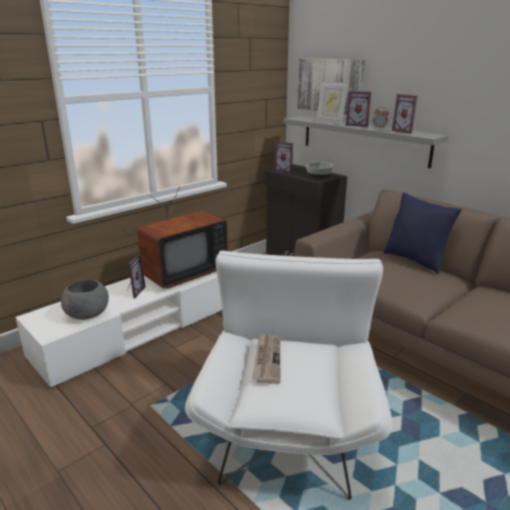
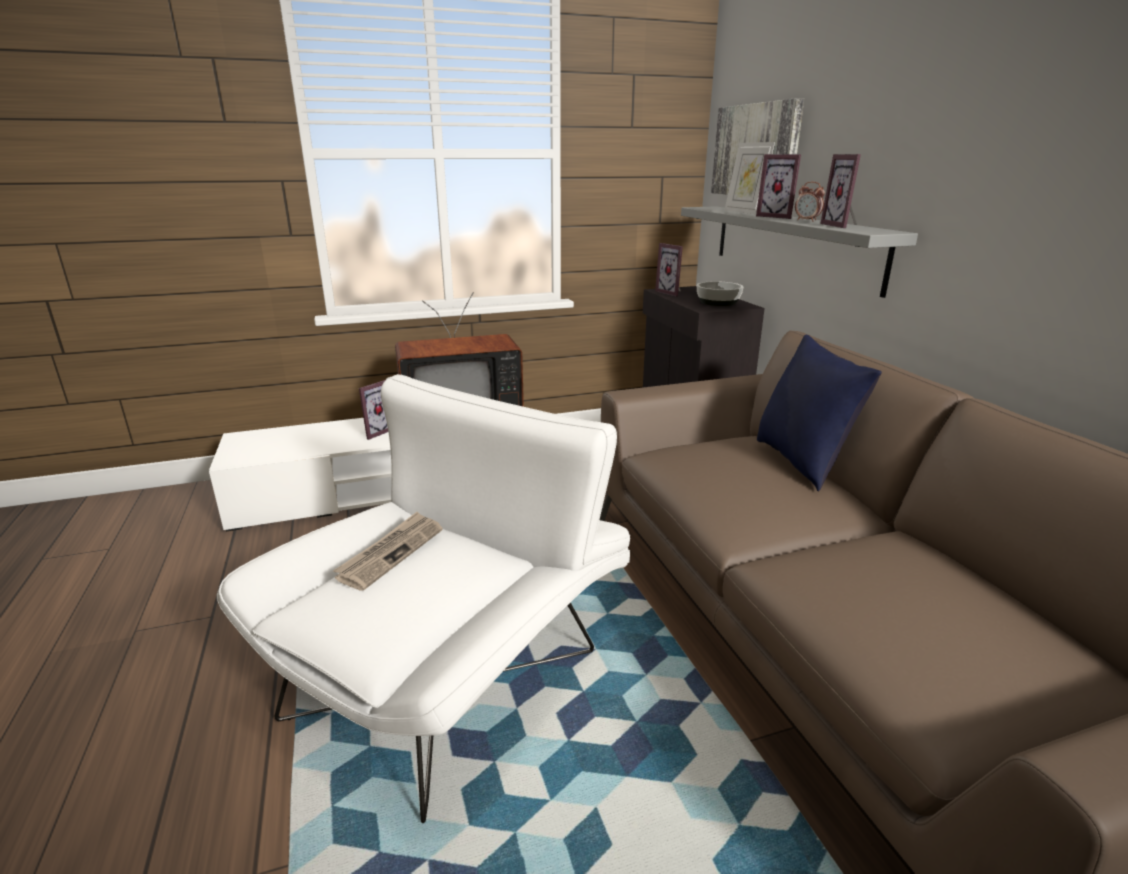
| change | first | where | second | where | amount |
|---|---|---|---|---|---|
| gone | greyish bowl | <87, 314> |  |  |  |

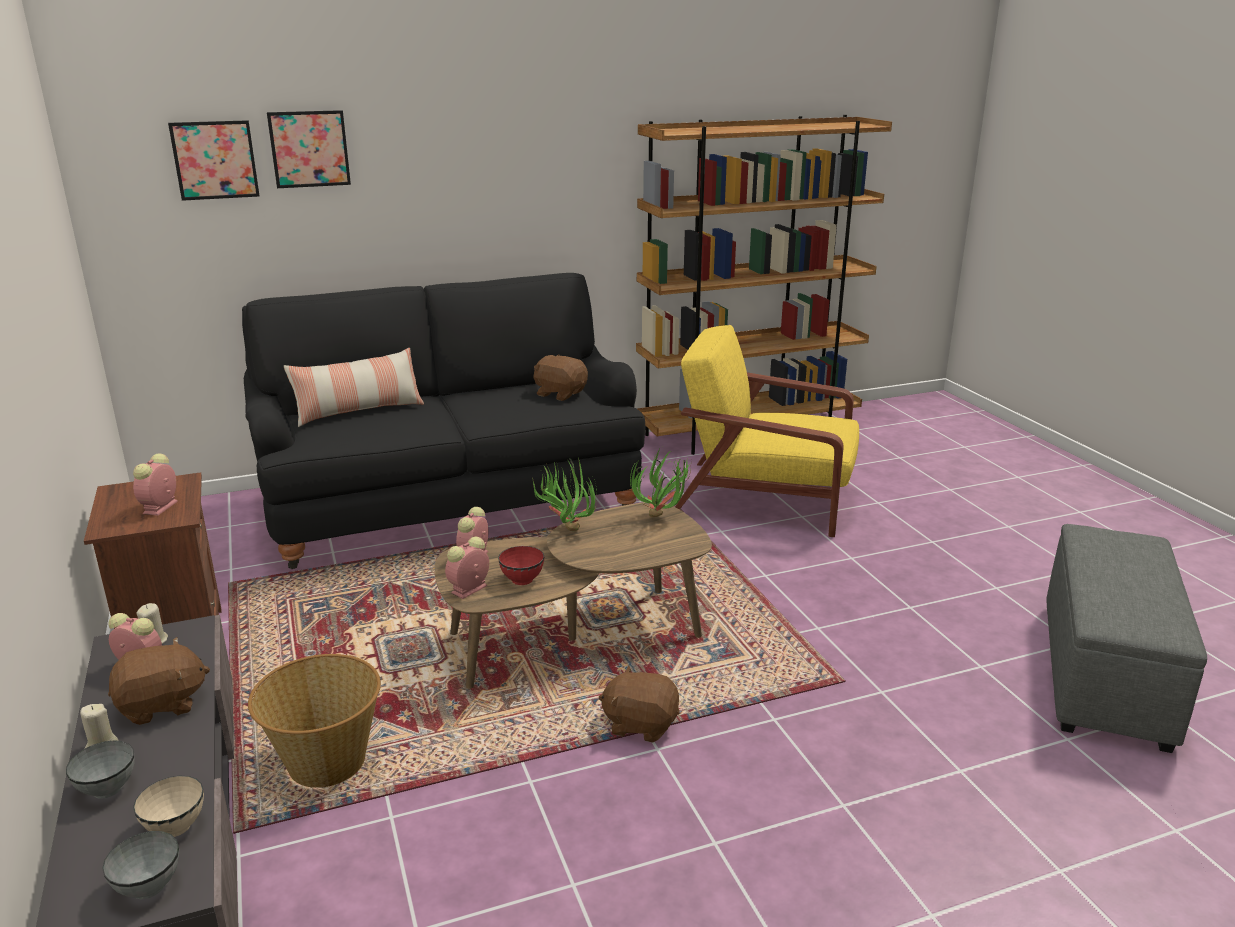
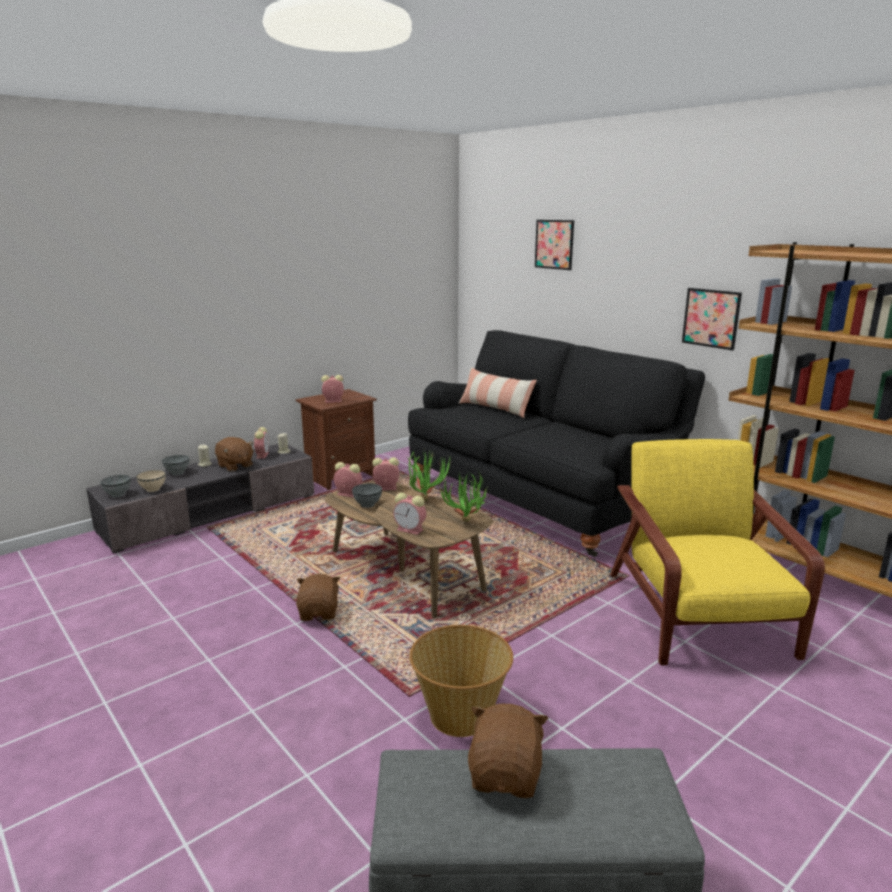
| change | first | where | second | where | amount |
|---|---|---|---|---|---|
| shifted | wall art | <215, 160> |  | <711, 318> |  |
| shifted | storage basket | <326, 762> |  | <460, 714> |  |
| repainted | reddish bowl | <522, 580> | greyish bowl | <367, 504> |  |
| shifted | brown plush toy | <560, 394> |  | <506, 775> |  |
| new |  |  | table clock | <411, 530> |  |

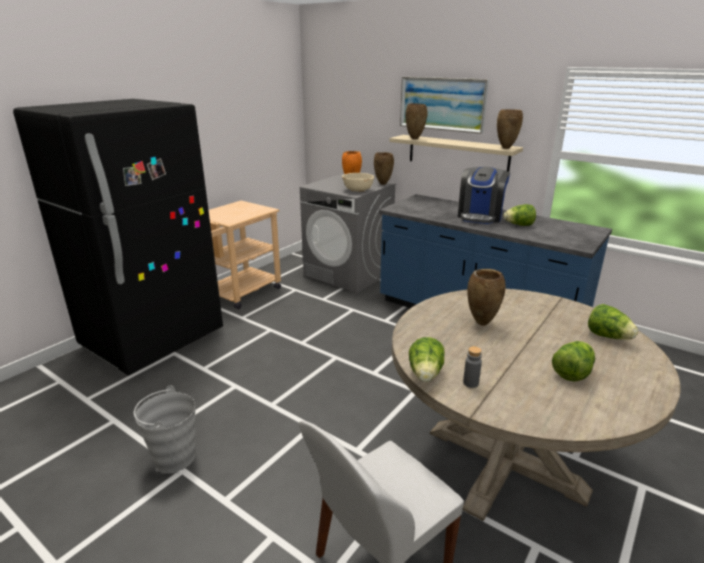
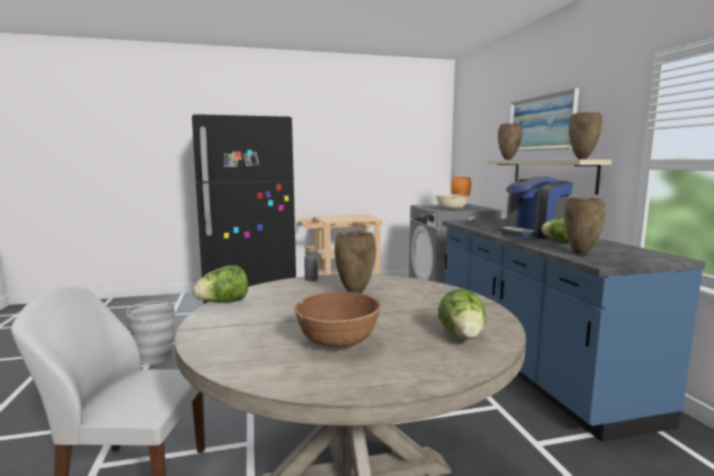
| change | first | where | second | where | amount |
|---|---|---|---|---|---|
| shifted | brown vase | <383, 184> |  | <581, 254> |  |
| shifted | greyish bottle | <470, 383> |  | <311, 279> |  |
| swapped | lettuce head | <572, 373> | brown bowl | <338, 341> |  |

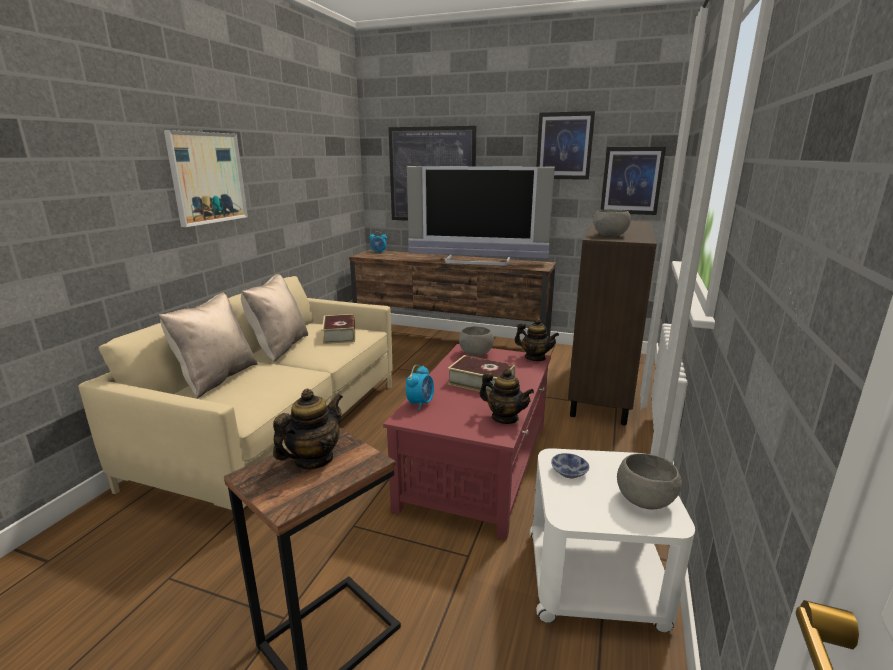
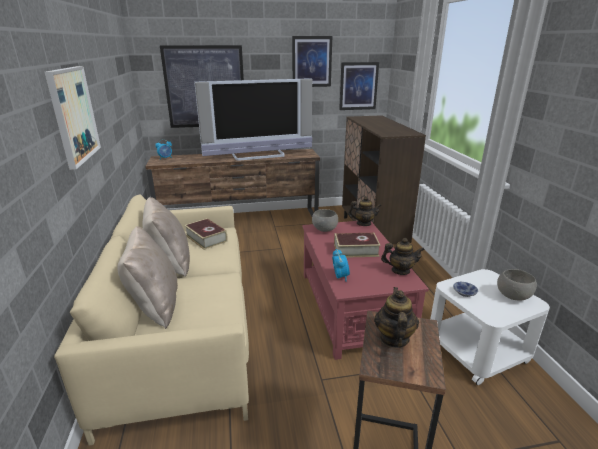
| change | first | where | second | where | amount |
|---|---|---|---|---|---|
| gone | greyish bowl | <610, 236> |  |  |  |

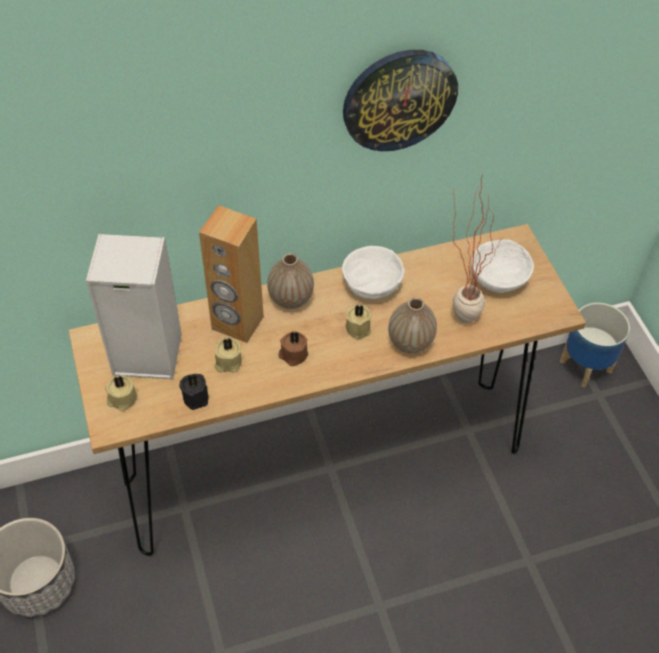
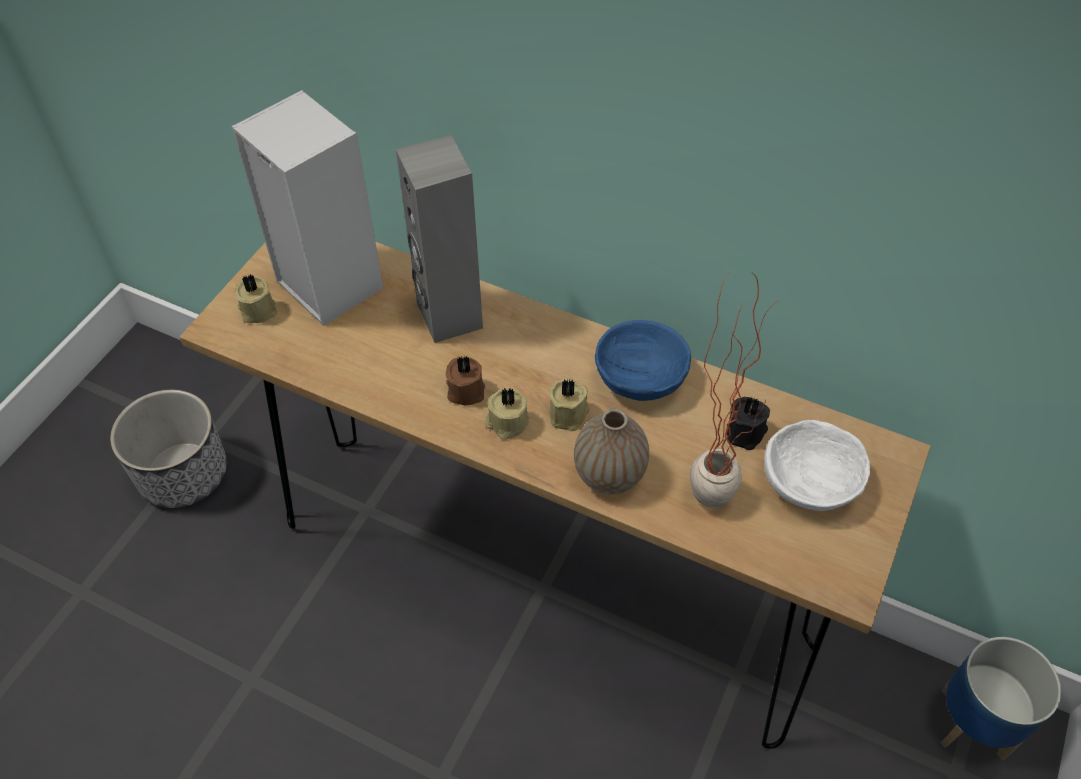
| change | first | where | second | where | amount |
|---|---|---|---|---|---|
| shifted | black-coloured wax candle | <196, 396> |  | <746, 433> |  |
| repainted | brown audio speaker | <237, 323> | greyish audio speaker | <448, 316> |  |
| shifted | sand-coloured wax candle | <228, 362> |  | <506, 423> |  |
| gone | vase | <290, 299> |  |  |  |
| repainted | white bowl | <372, 285> | blue-coloured bowl | <640, 379> |  |
| gone | hanging clock | <399, 99> |  |  |  |

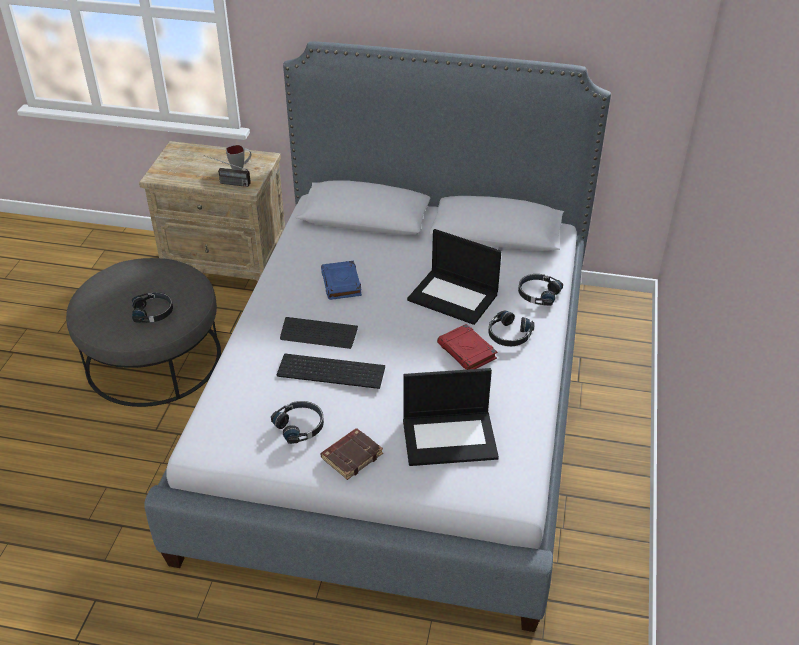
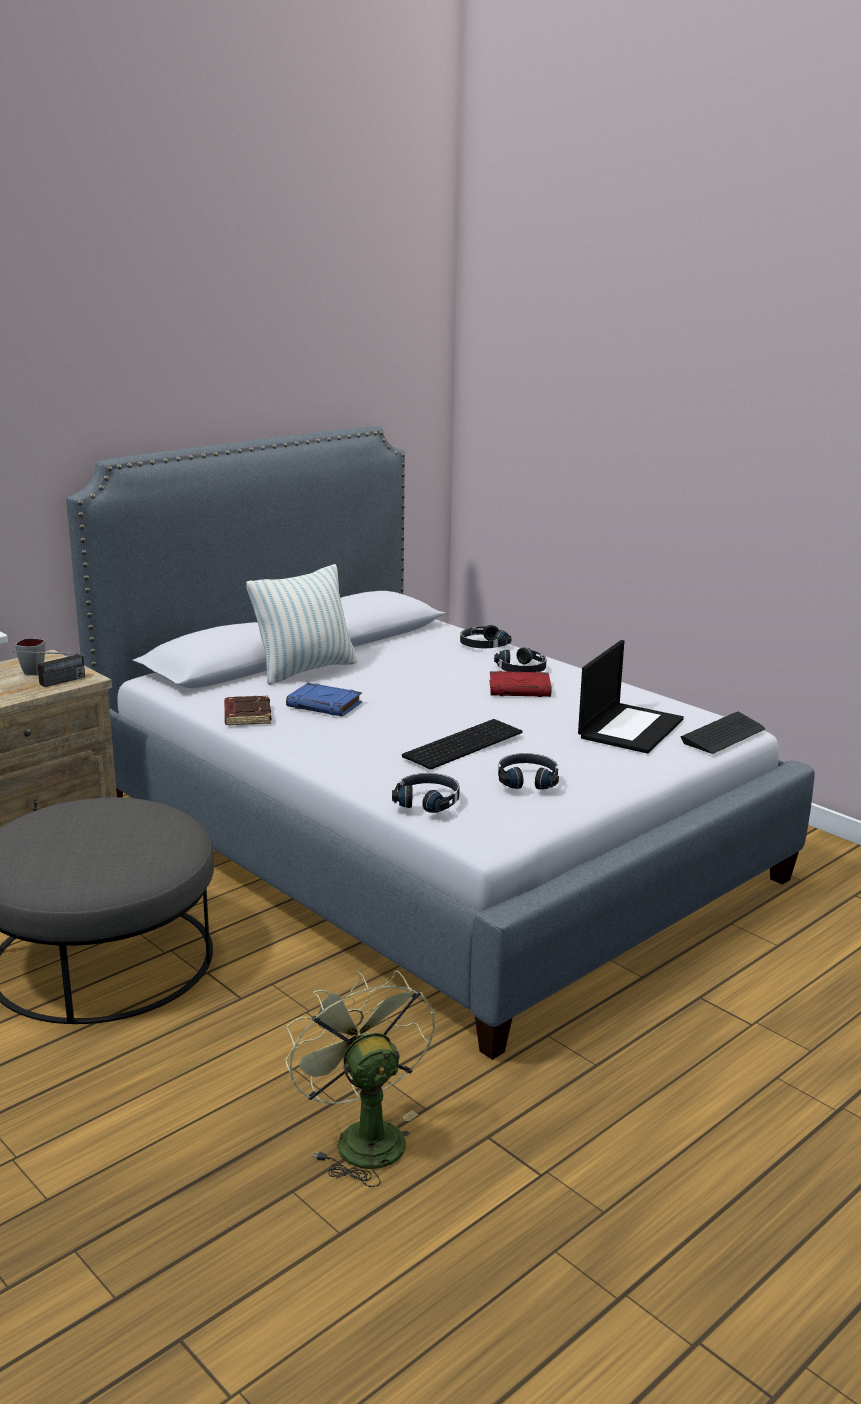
| change | first | where | second | where | amount |
|---|---|---|---|---|---|
| shifted | black-coloured headset | <153, 312> |  | <428, 801> |  |
| shifted | PC keyboard | <318, 334> |  | <723, 735> |  |
| shifted | brown book | <351, 456> |  | <246, 715> |  |
| gone | laptop | <454, 297> |  |  |  |
| new |  |  | cushion | <305, 670> |  |
| new |  |  | green electric fan | <362, 1136> |  |

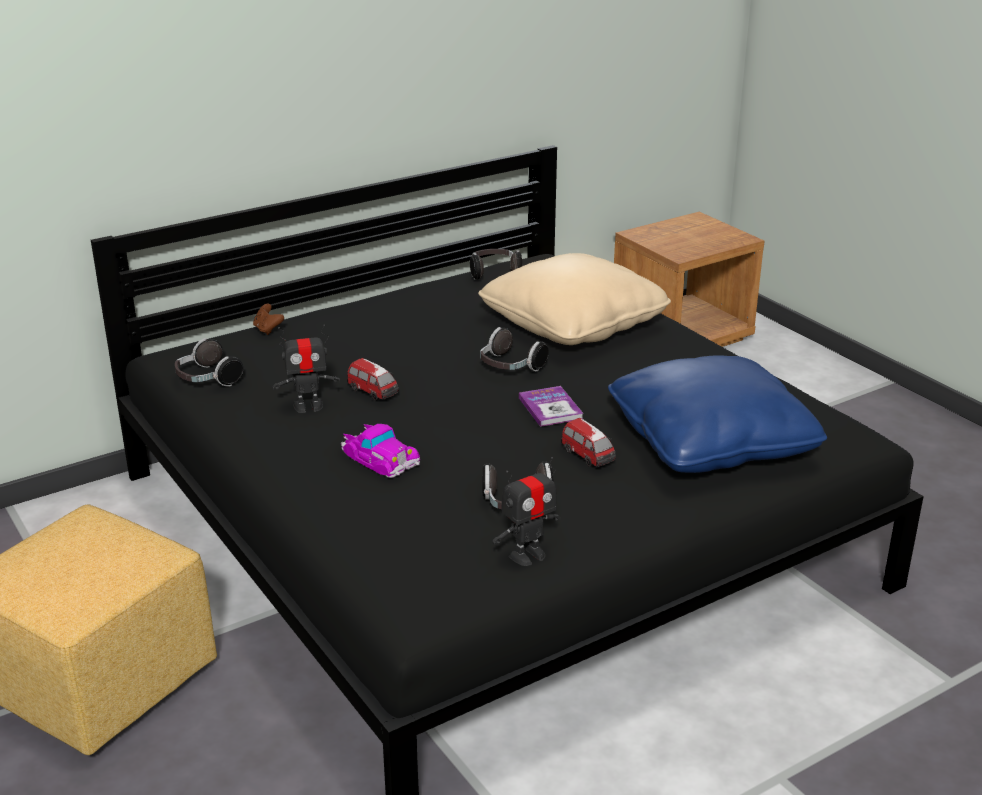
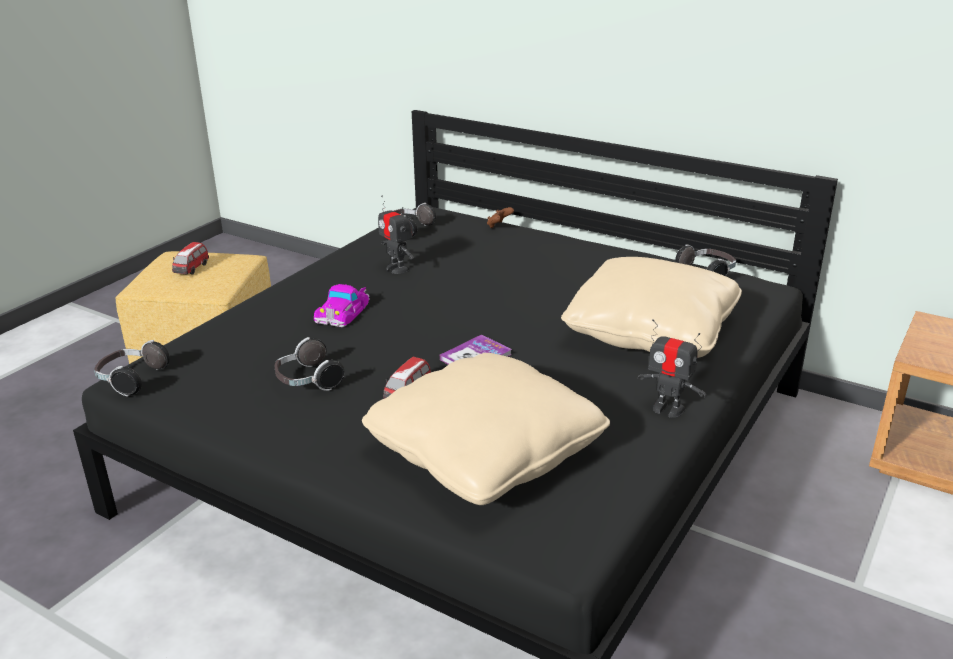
| change | first | where | second | where | amount |
|---|---|---|---|---|---|
| shifted | model car | <373, 392> |  | <192, 269> |  |
| shifted | headset | <509, 367> |  | <131, 380> |  |
| shifted | model robot | <527, 555> |  | <668, 409> |  |
| repainted | blue-coloured cushion | <710, 442> | sand-coloured cushion | <484, 452> |  |

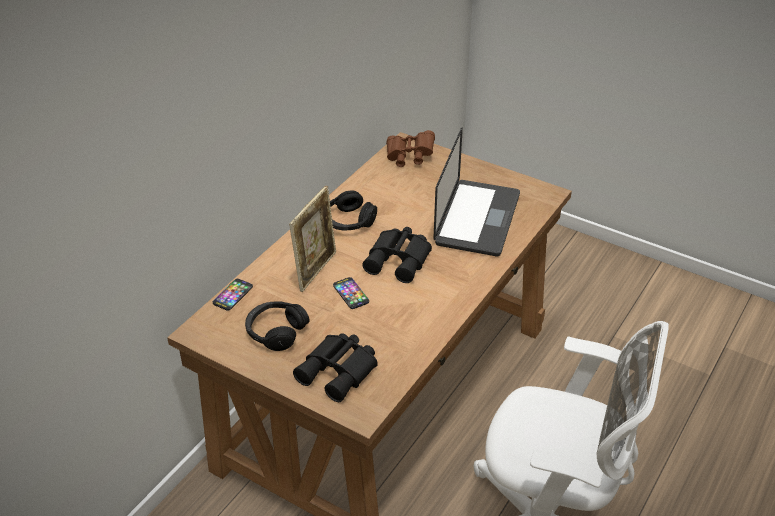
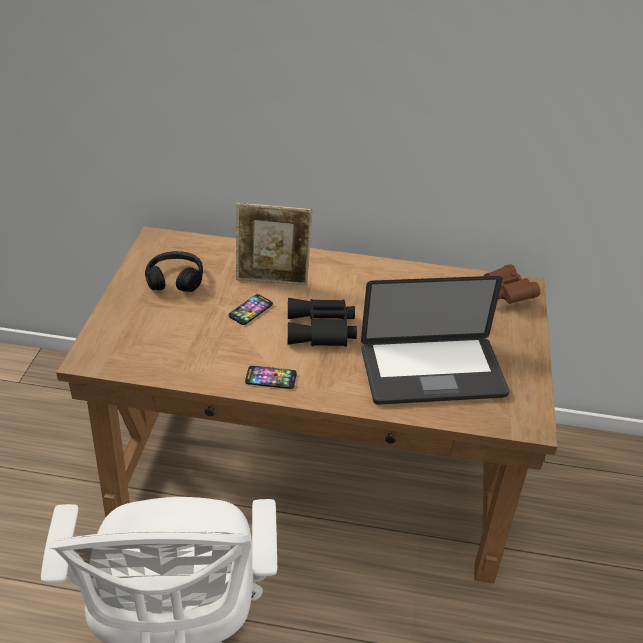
| change | first | where | second | where | amount |
|---|---|---|---|---|---|
| shifted | telephone | <233, 295> |  | <271, 378> |  |
| gone | black-coloured pair of binoculars | <340, 371> |  |  |  |
| gone | black-coloured headset | <348, 221> |  |  |  |

